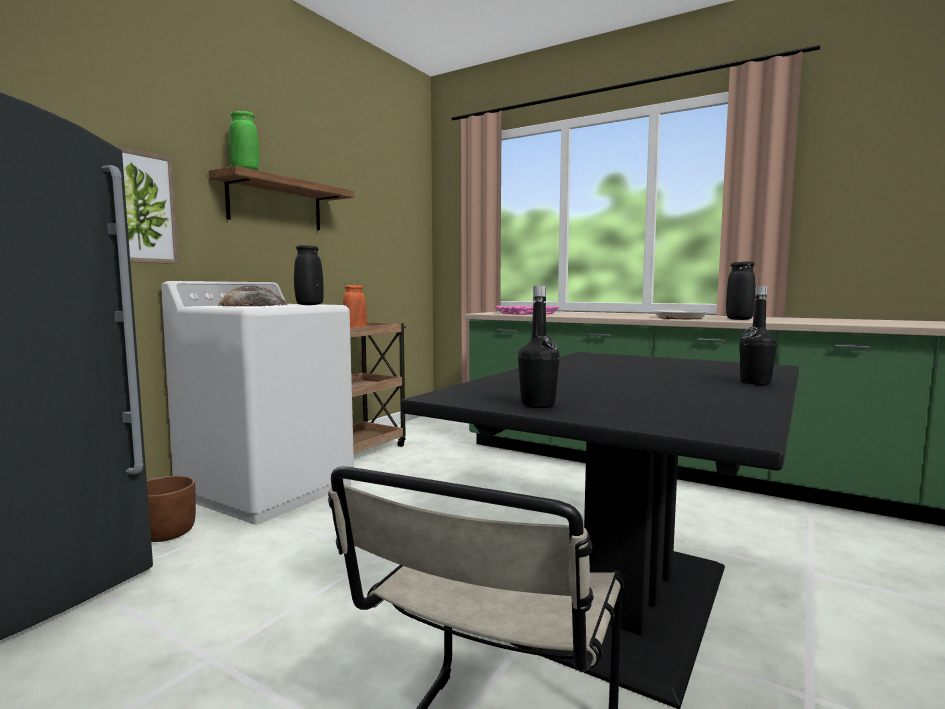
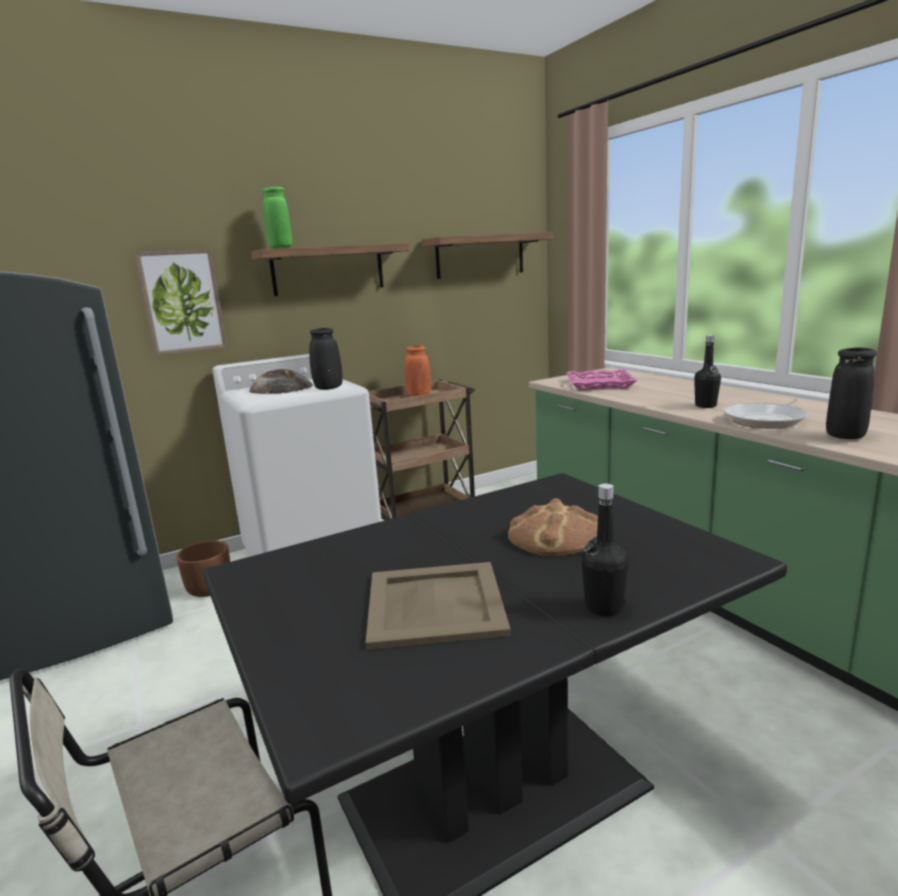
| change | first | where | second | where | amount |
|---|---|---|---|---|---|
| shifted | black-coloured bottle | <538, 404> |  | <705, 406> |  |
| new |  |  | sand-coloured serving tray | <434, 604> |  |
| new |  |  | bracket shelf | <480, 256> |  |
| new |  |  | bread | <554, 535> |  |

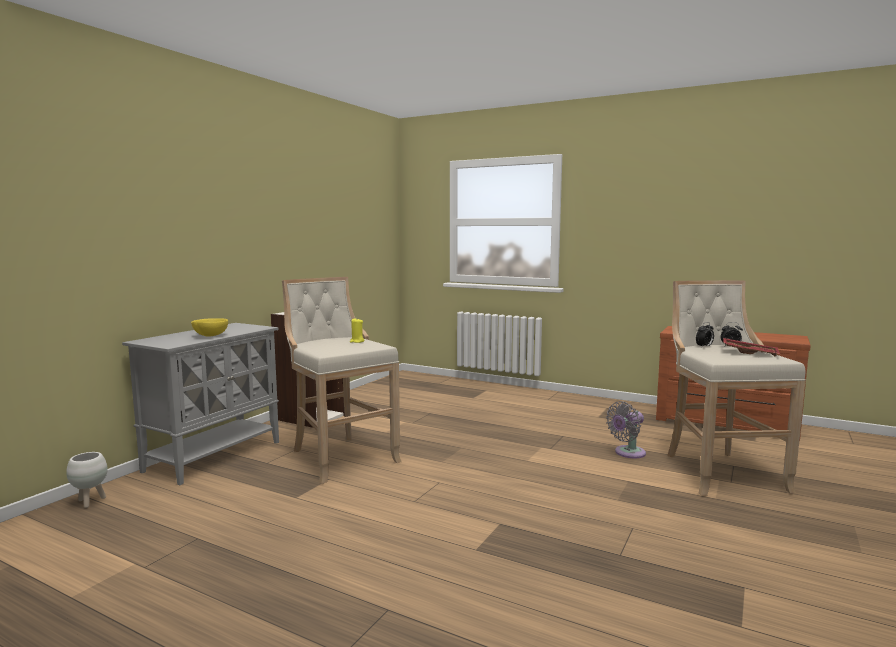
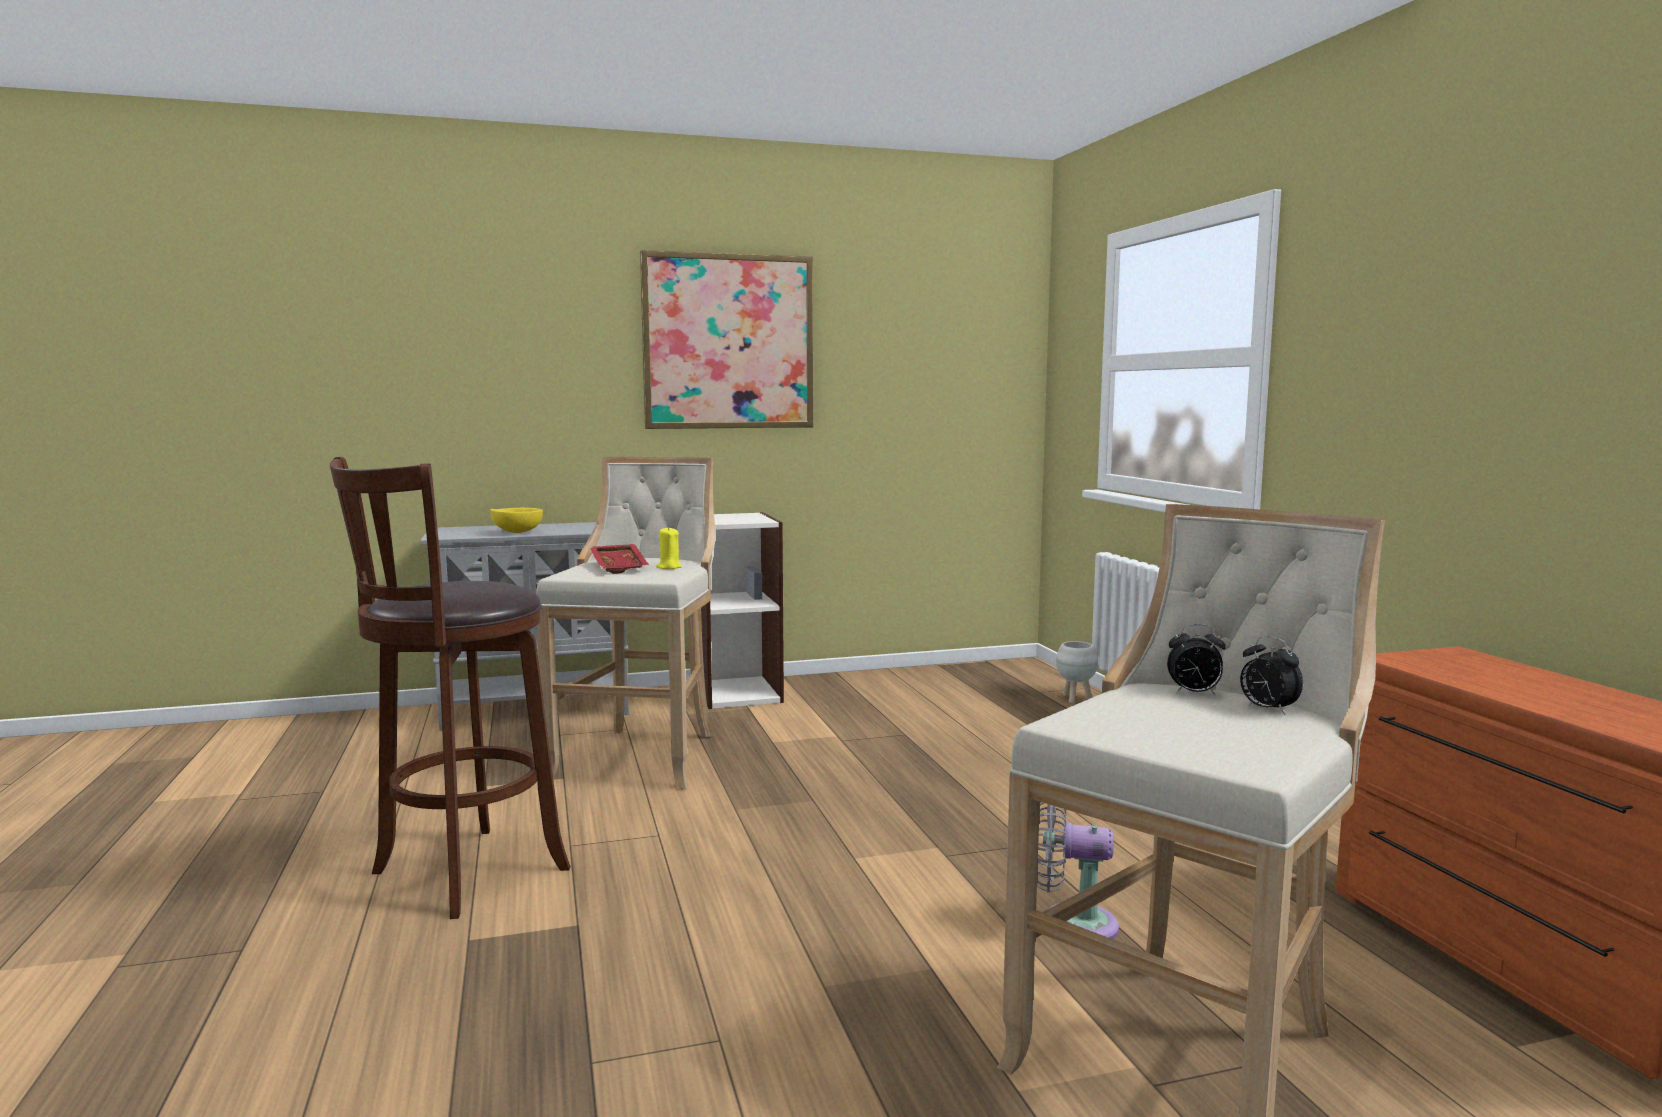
| change | first | where | second | where | amount |
|---|---|---|---|---|---|
| shifted | white plant pot | <90, 502> |  | <1075, 699> |  |
| shifted | reddish serving tray | <750, 353> |  | <620, 567> |  |
| new |  |  | brown stool seat | <462, 874> |  |
| new |  |  | wall art | <728, 342> |  |

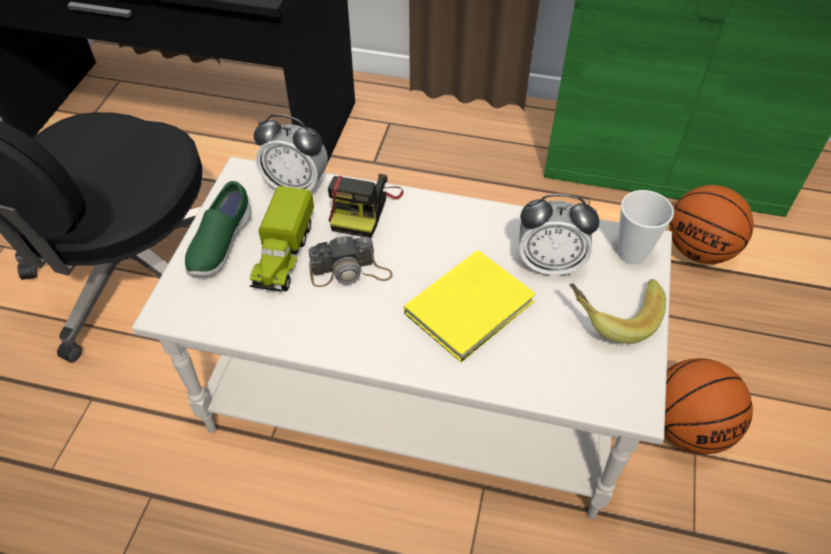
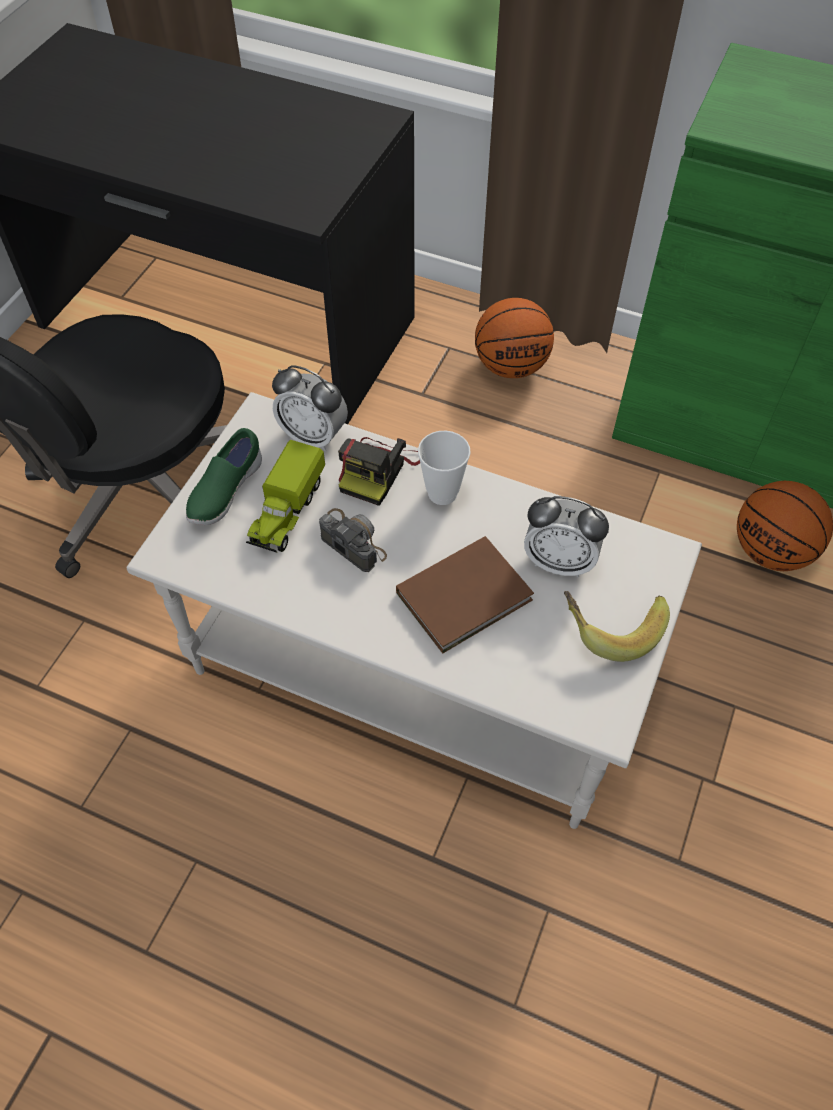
| change | first | where | second | where | amount |
|---|---|---|---|---|---|
| rotated | photo camera | <350, 272> |  | <351, 540> | 135 degrees counterclockwise |
| repainted | yellowish book | <473, 307> | brown book | <468, 596> |  |
| shifted | drinking cup | <631, 253> |  | <442, 493> |  |
| shifted | basketball ball | <688, 428> |  | <511, 366> |  |

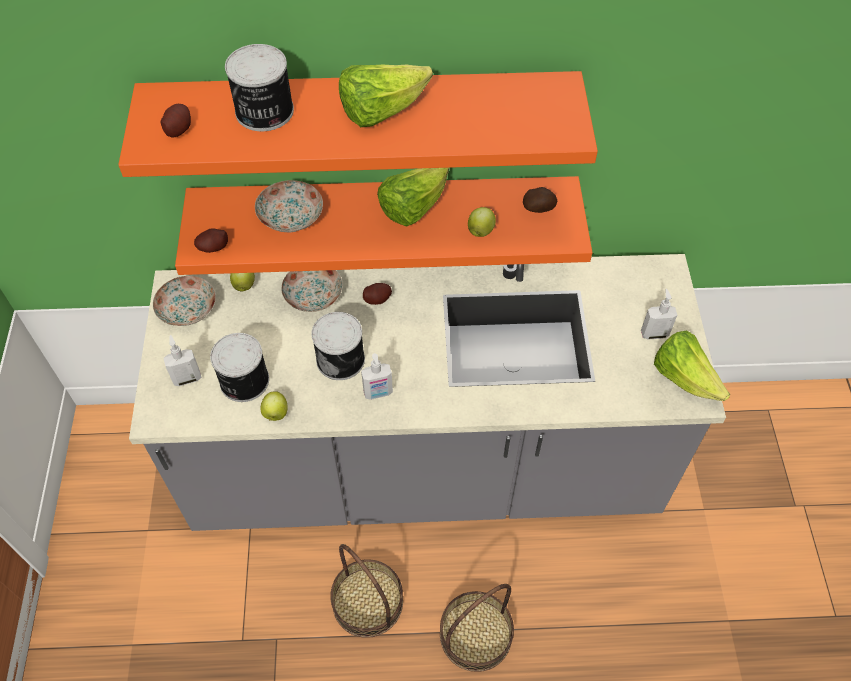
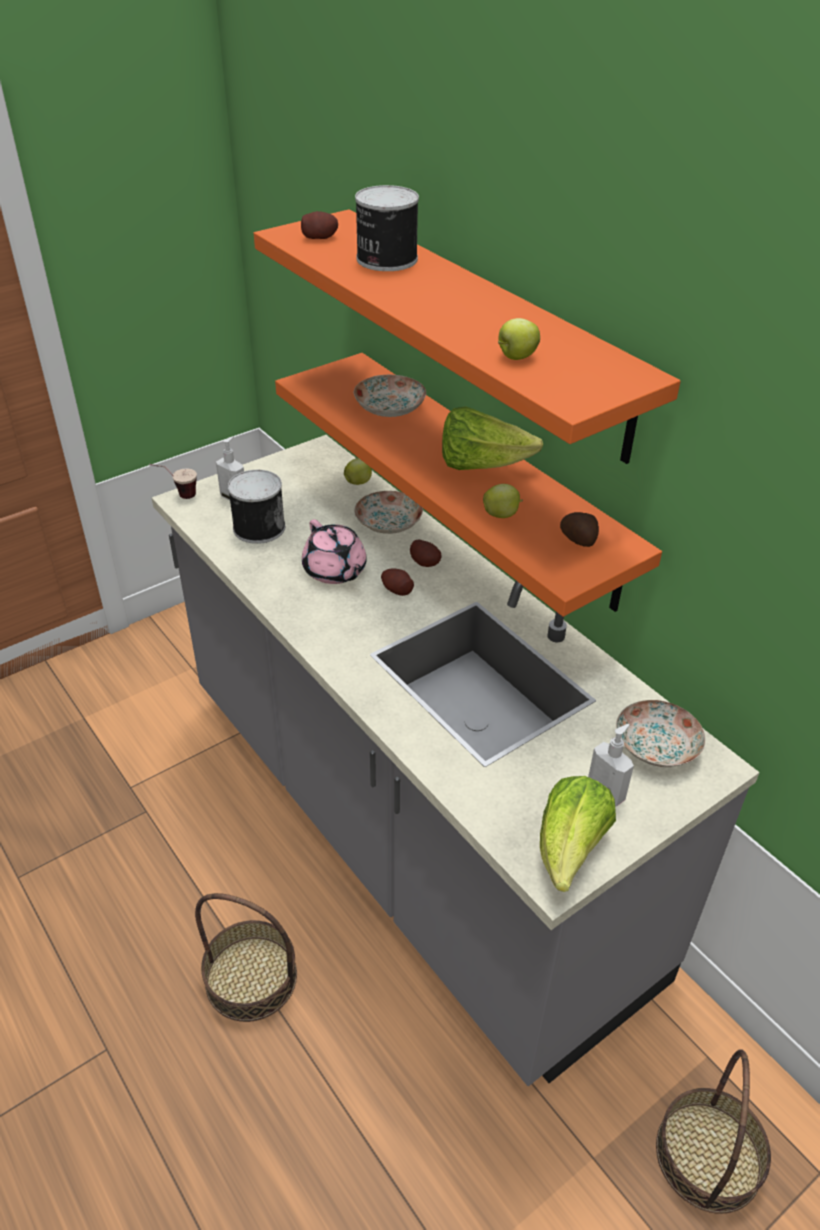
| change | first | where | second | where | amount |
|---|---|---|---|---|---|
| shifted | plate | <188, 308> |  | <657, 746> |  |
| shifted | potato | <213, 247> |  | <397, 590> |  |
| shifted | whole apple | <275, 414> |  | <516, 357> |  |
| swapped | sealed can | <341, 358> | pinkish teapot | <335, 571> |  |
| shifted | storage basket | <368, 602> |  | <708, 1156> |  |
| gone | lettuce head | <381, 111> |  |  |  |
| gone | soap bottle | <378, 393> |  |  |  |
| new |  |  | drinking cup | <177, 496> |  |

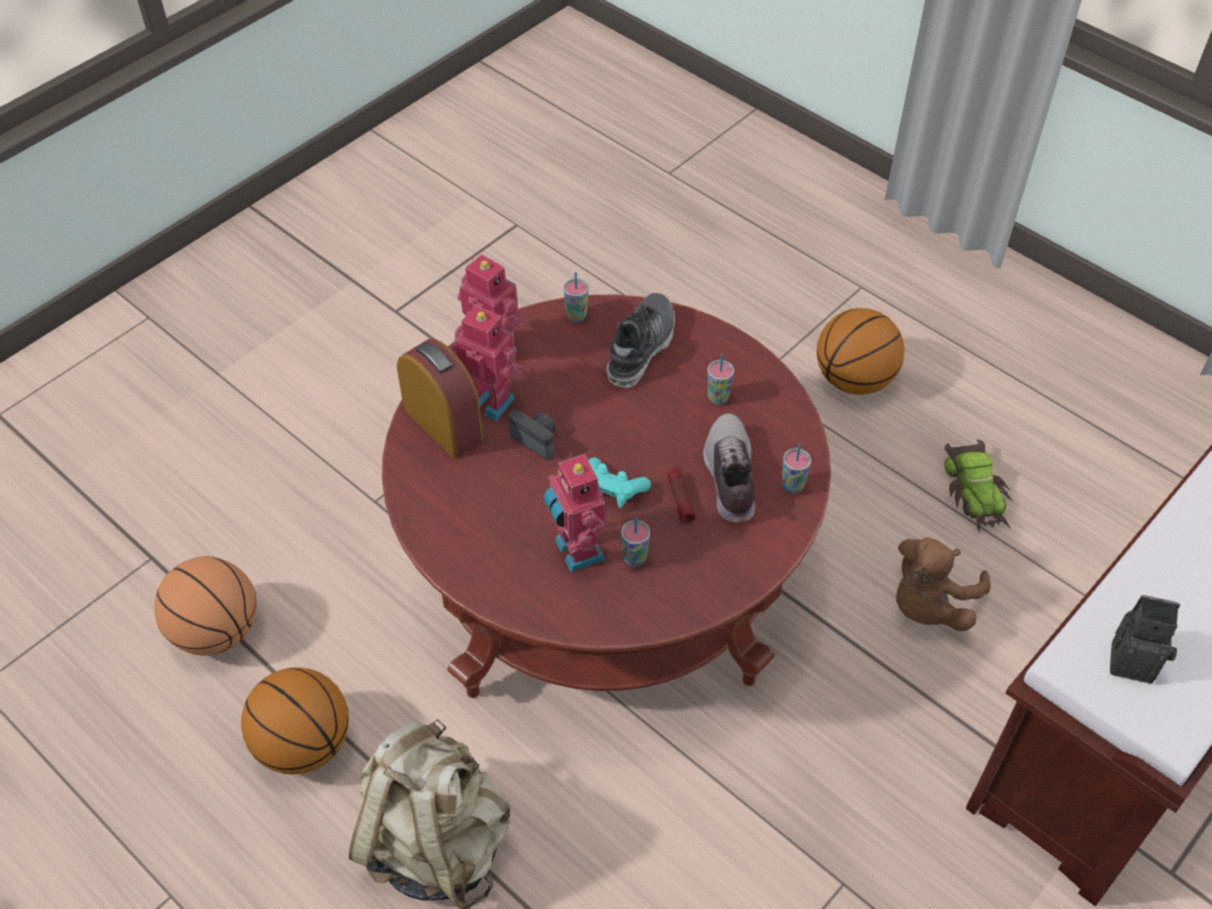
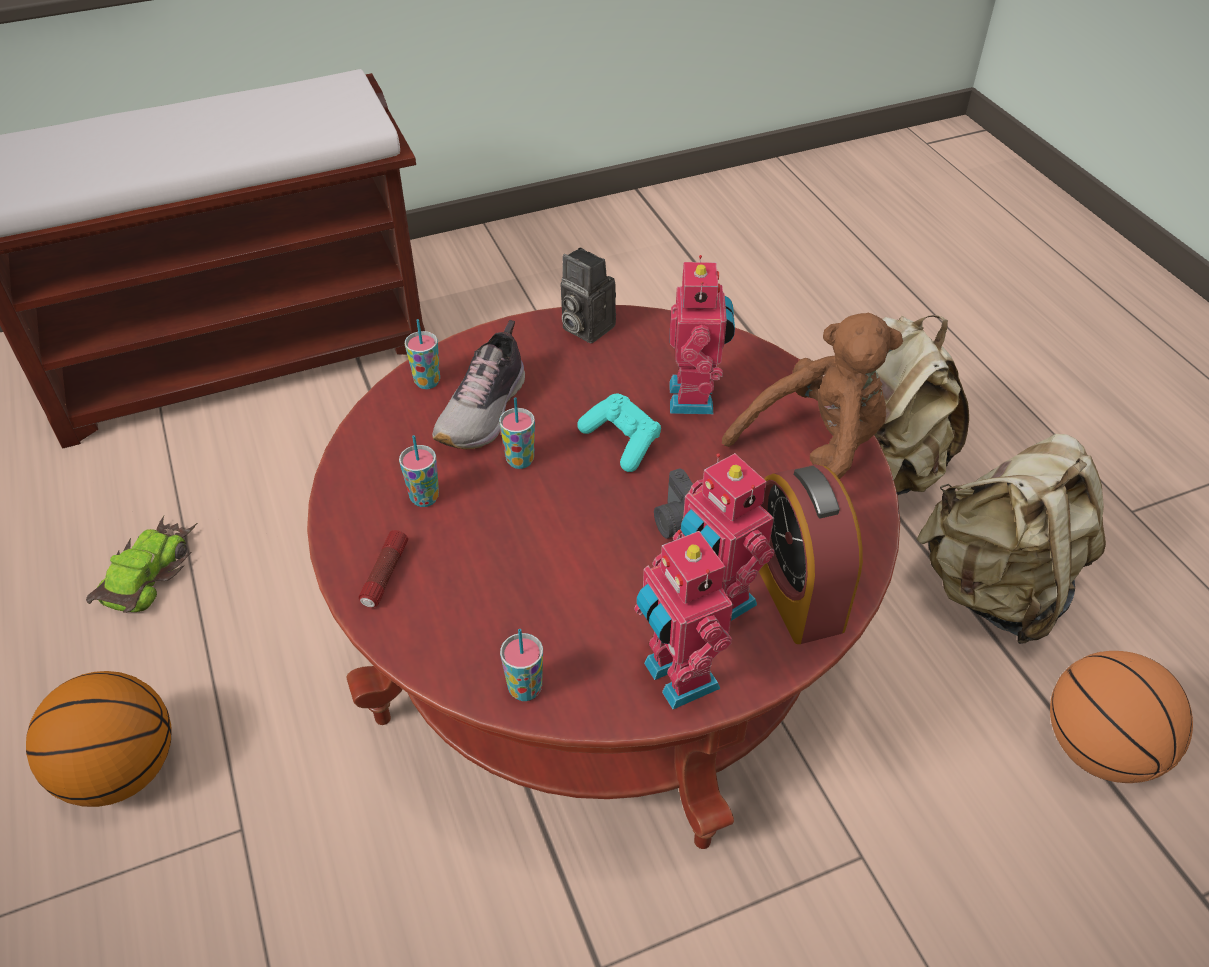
| change | first | where | second | where | amount |
|---|---|---|---|---|---|
| swapped | basketball ball | <304, 744> | sand-coloured backpack | <994, 589> |  |
| gone | item of footwear | <640, 347> |  |  |  |
| shifted | drinking cup | <634, 558> |  | <520, 460> |  |
| shifted | hand torch | <680, 499> |  | <385, 575> |  |
| shifted | brown plush toy | <928, 604> |  | <813, 456> |  |
| shifted | photo camera | <1134, 660> |  | <584, 327> |  |

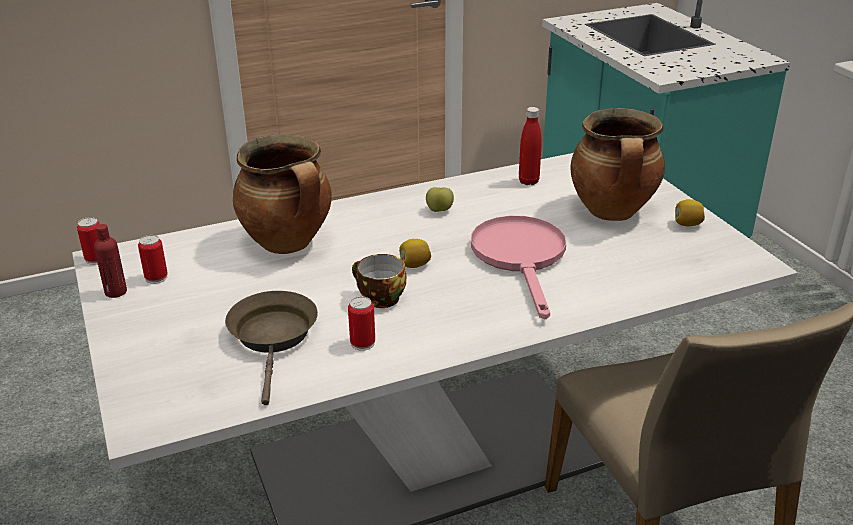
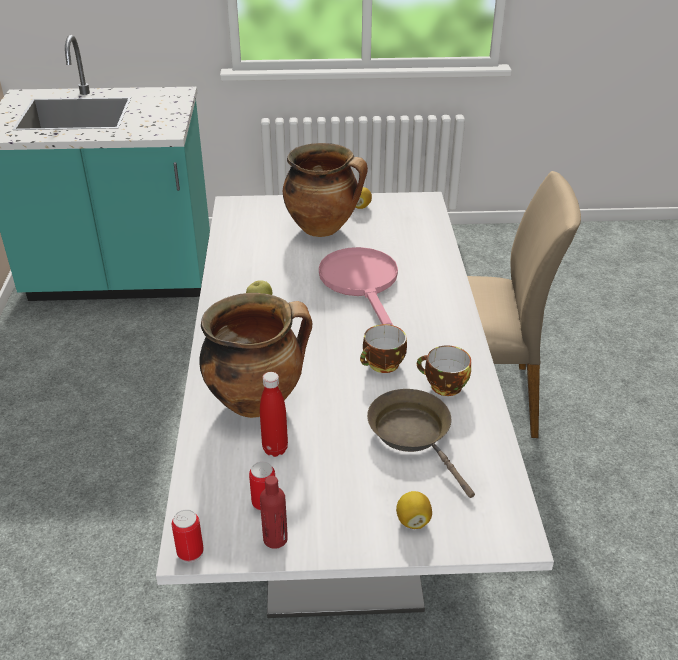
| change | first | where | second | where | amount |
|---|---|---|---|---|---|
| rotated | brown frying pan | <274, 337> |  | <413, 434> | 45 degrees clockwise |
| swapped | sealed can | <362, 343> | drinking cup | <443, 386> |  |
| shifted | citrus fruit | <414, 265> |  | <413, 520> |  |
| rotated | pinkish frying pan | <521, 258> |  | <362, 283> | 60 degrees clockwise |
| shifted | reddish bottle | <528, 181> |  | <275, 449> |  |

